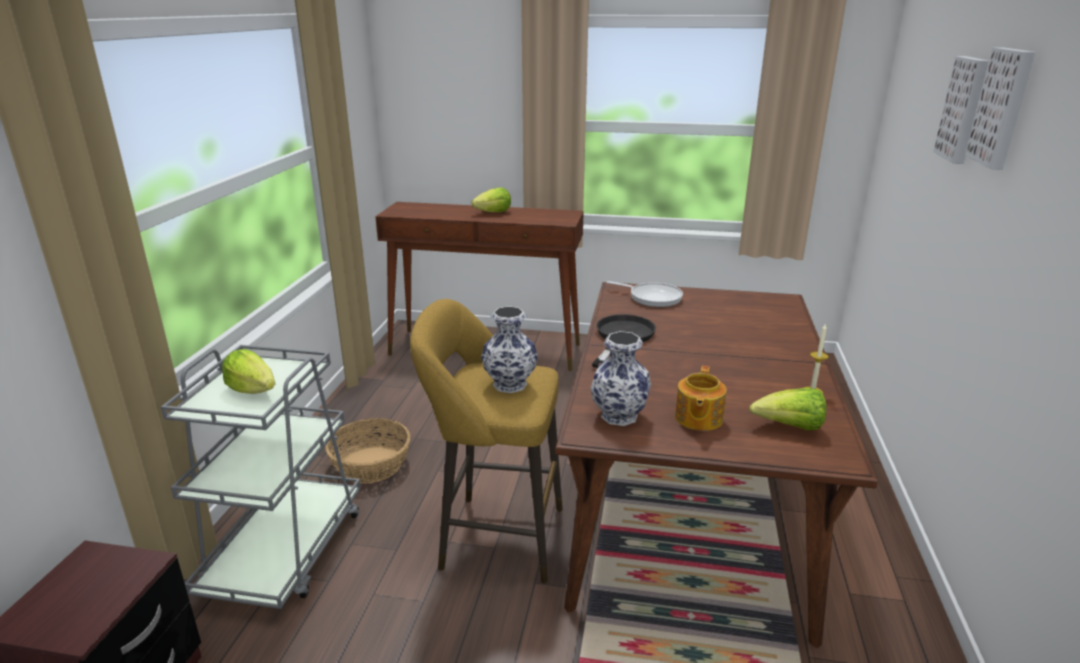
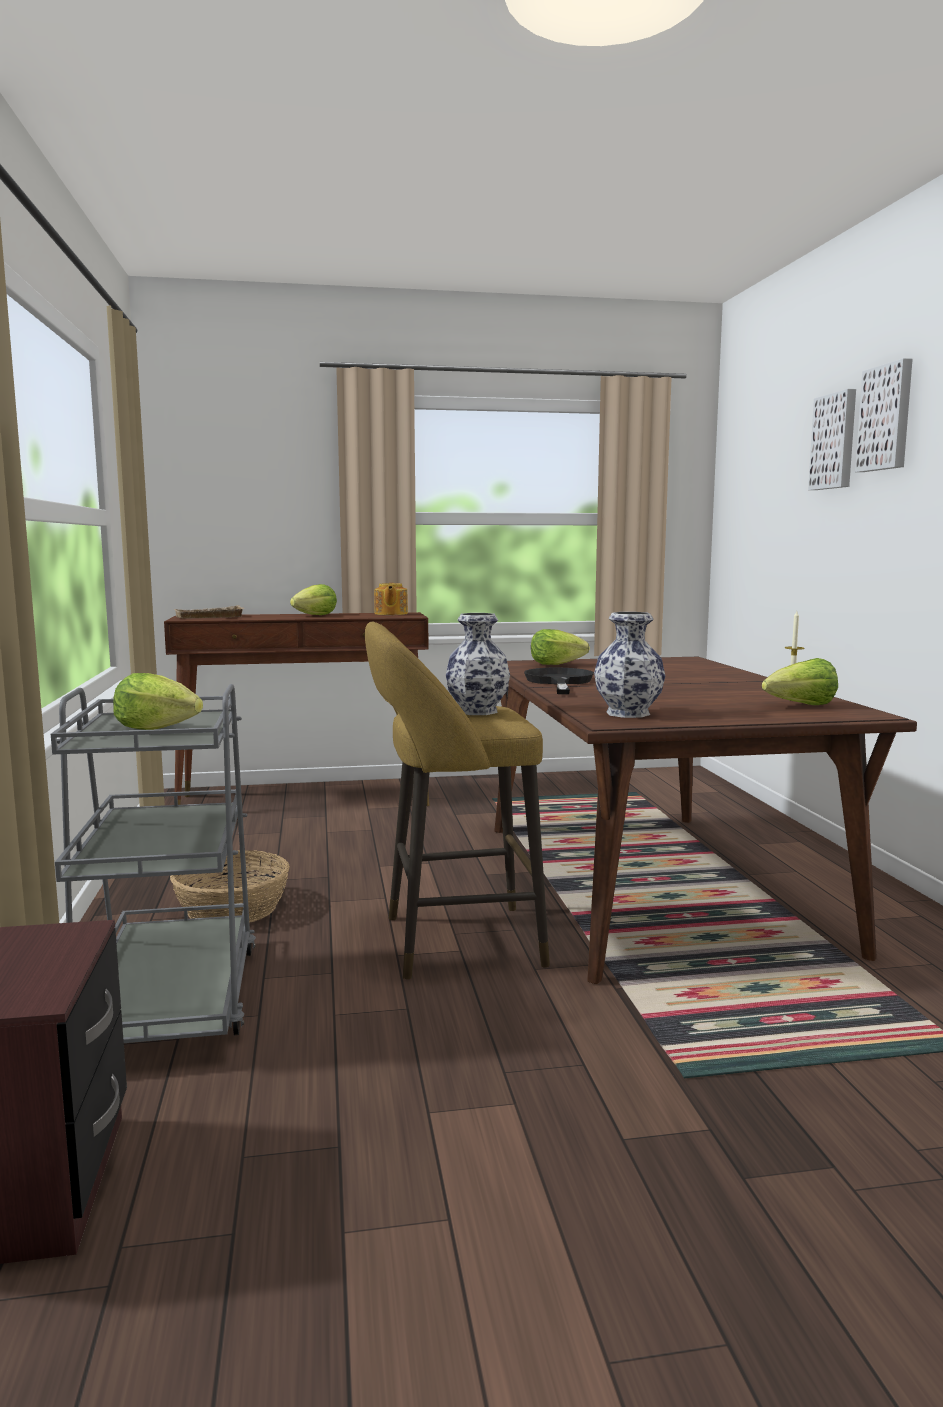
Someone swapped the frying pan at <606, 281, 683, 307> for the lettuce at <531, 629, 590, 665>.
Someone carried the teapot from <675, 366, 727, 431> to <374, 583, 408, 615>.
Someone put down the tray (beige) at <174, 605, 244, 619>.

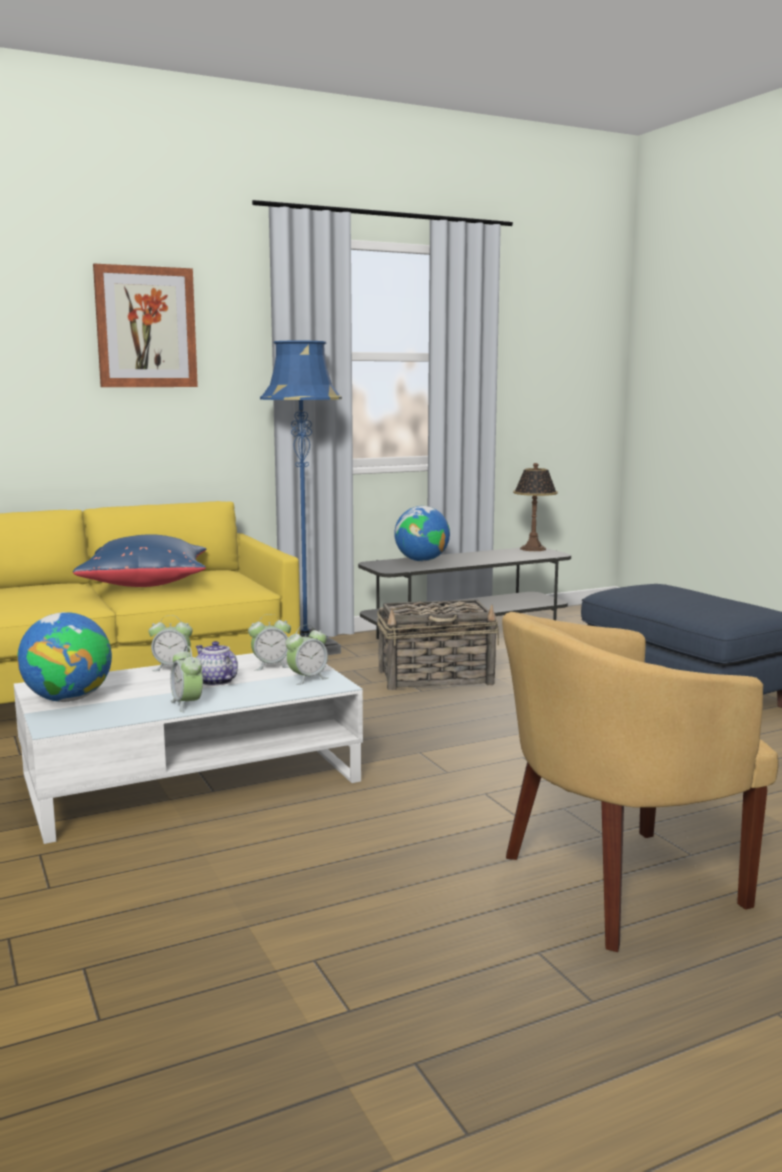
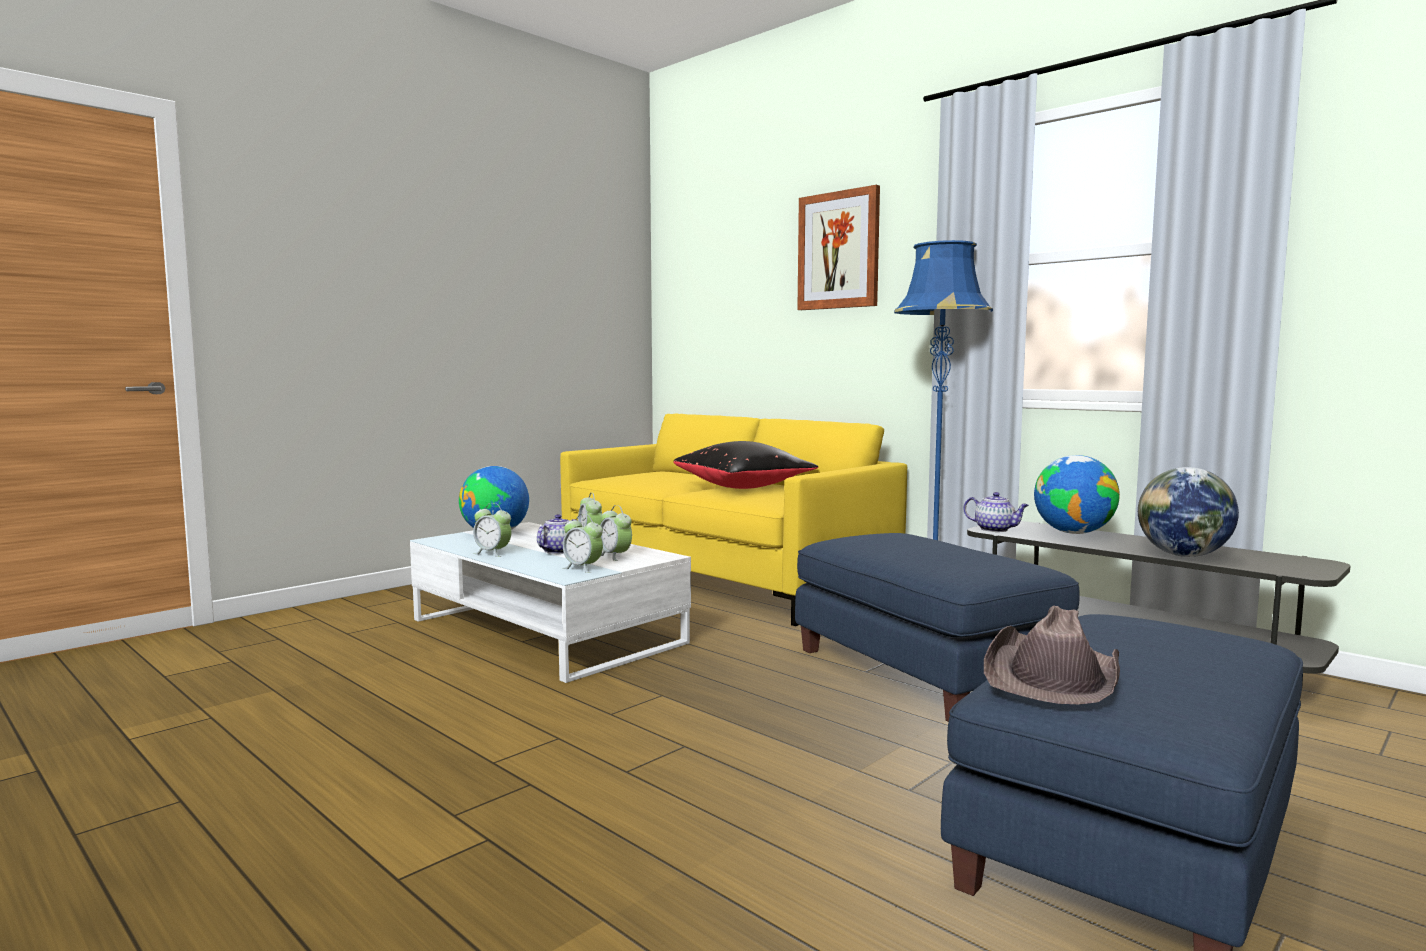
Someone repainted the pillow (blue) at <73, 534, 206, 587>, which became the pillow (black) at <673, 441, 818, 489>.
Someone rotated the alarm clock at <170, 646, 203, 713> by 105 degrees counterclockwise.
Someone swapped the basket at <377, 600, 499, 690> for the ottoman (blue) at <795, 533, 1080, 722>.
Someone took away the armchair (yellow) at <502, 612, 779, 952>.
Someone took away the table lamp at <513, 463, 558, 551>.
Someone put down the teapot at <964, 492, 1029, 532>.
Someone put down the hat (brown) at <984, 606, 1120, 704>.
Someone put down the globe at <1138, 467, 1239, 557>.

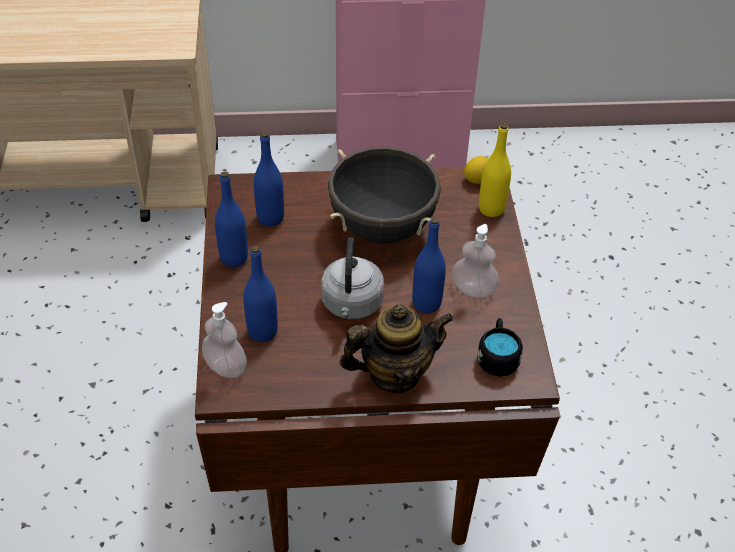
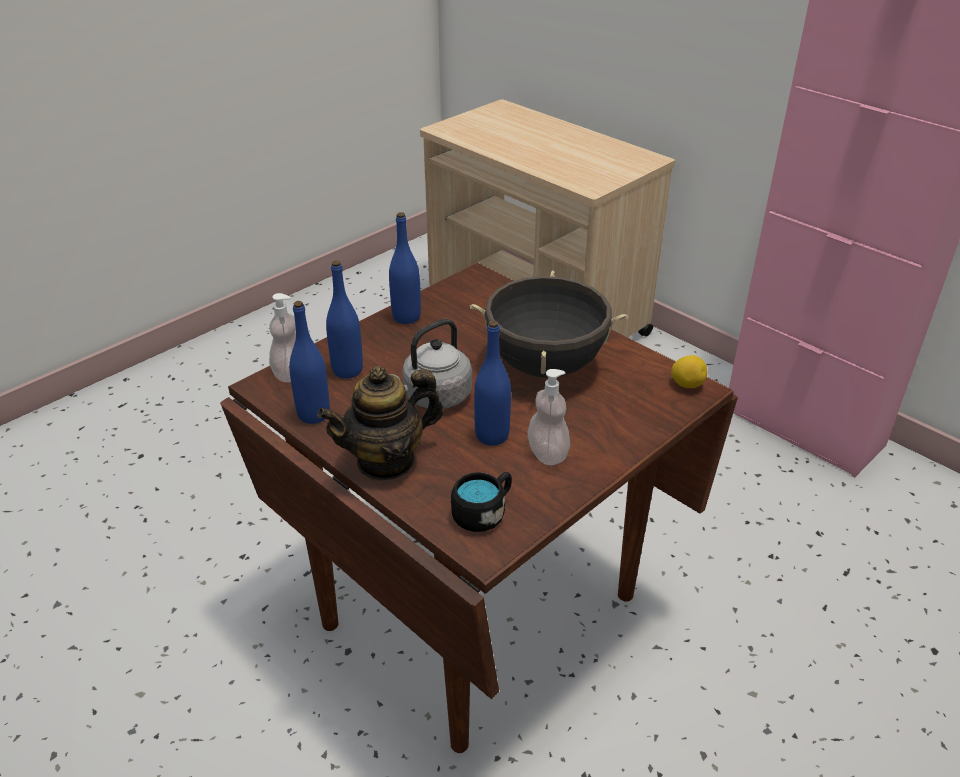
Someone carried the bottle (blue) from <254, 132, 284, 226> to <289, 301, 330, 424>.
Someone rotated the teapot at <340, 304, 454, 394> by 120 degrees clockwise.
Someone took away the bottle (yellow) at <479, 123, 511, 217>.

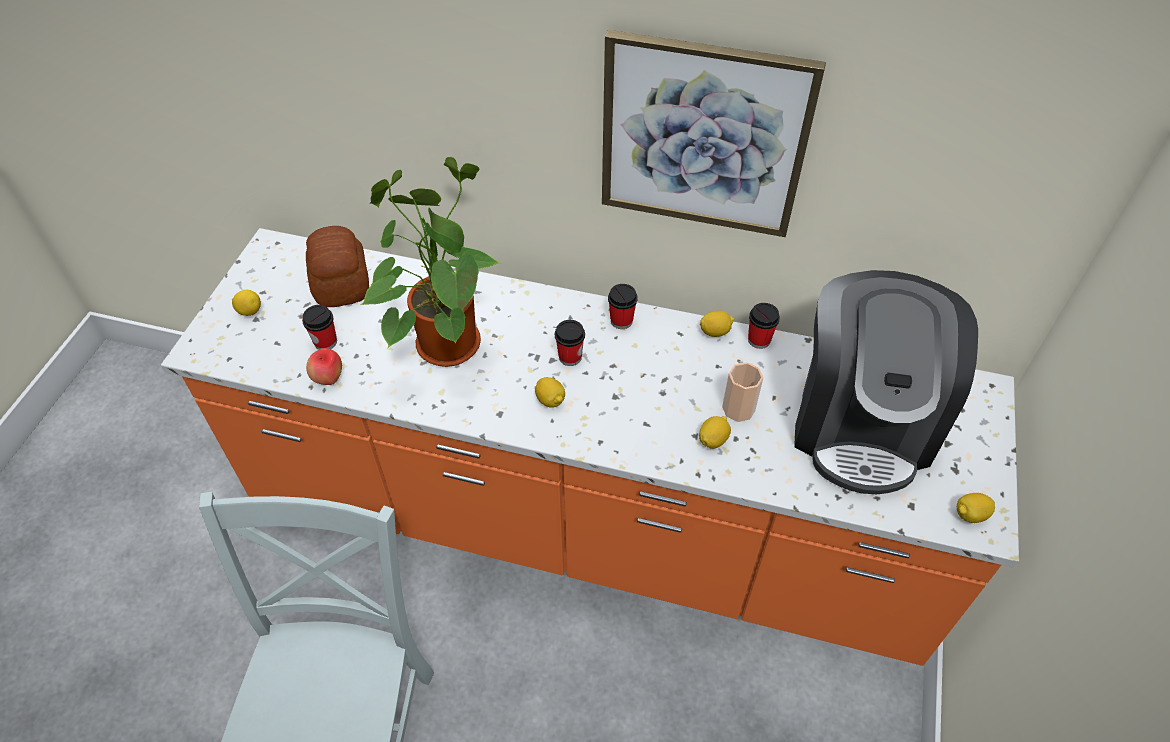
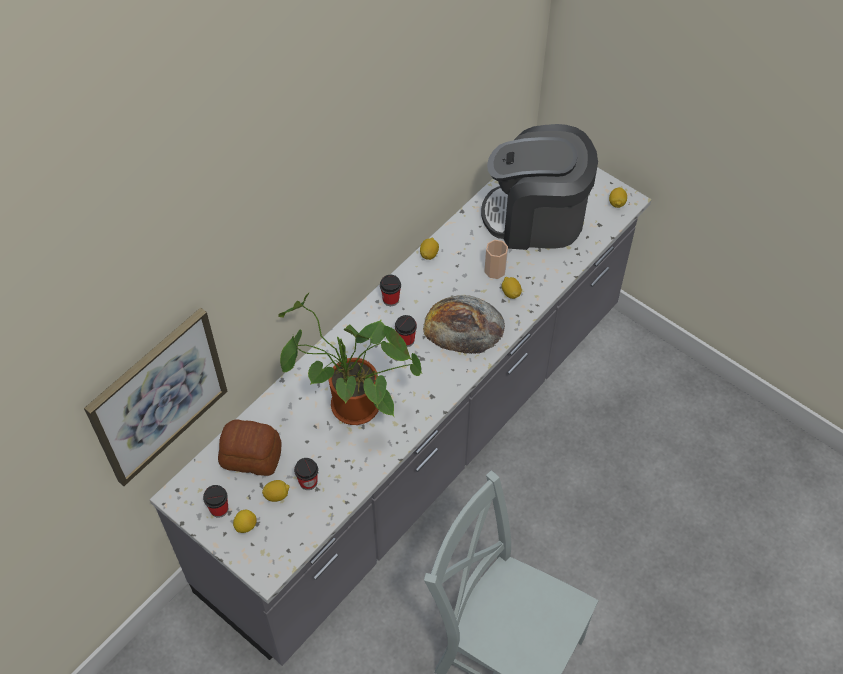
Someone repainted the counter (orange) at <161, 228, 1019, 666>, which became the counter (grey) at <150, 167, 651, 666>.
Someone took away the apple at <306, 348, 342, 385>.
Someone carried the lemon from <535, 377, 565, 408> to <262, 480, 290, 502>.
Someone carried the picture from <602, 30, 826, 237> to <84, 308, 227, 486>.
Someone carried the cup from <748, 303, 780, 349> to <203, 485, 228, 518>.
Someone rotated the coffee machine at <794, 270, 978, 494> by 150 degrees clockwise.
Someone put down the bread at <423, 295, 505, 354>.

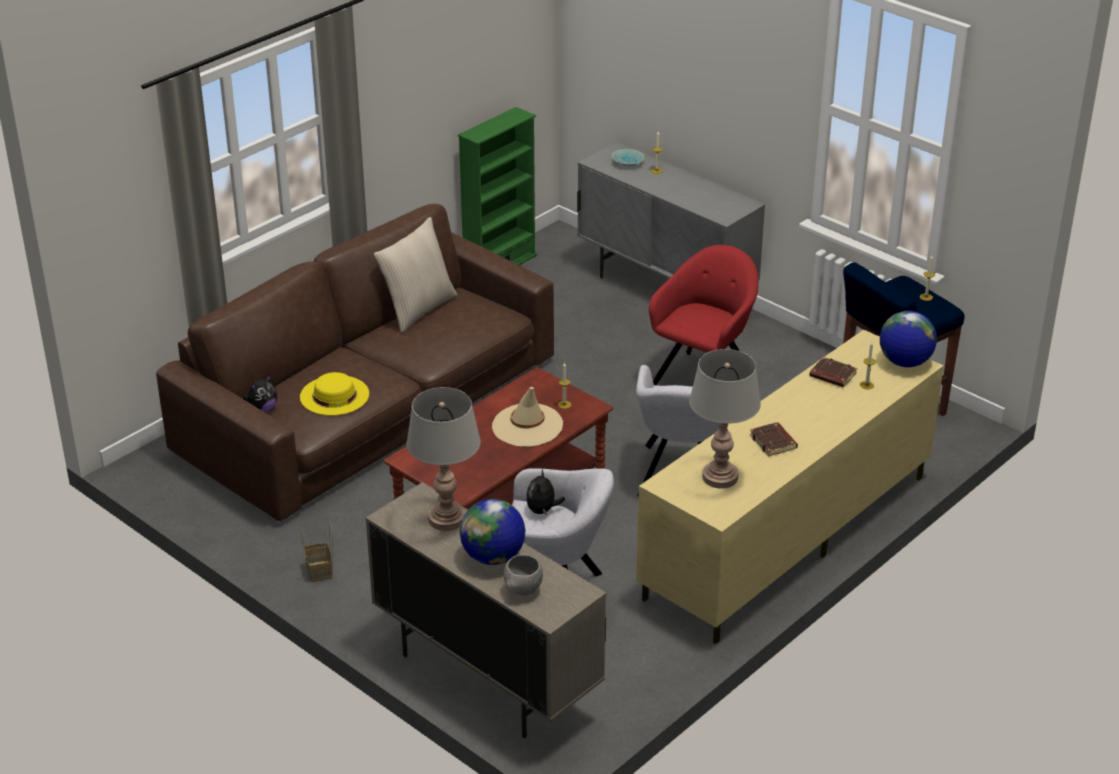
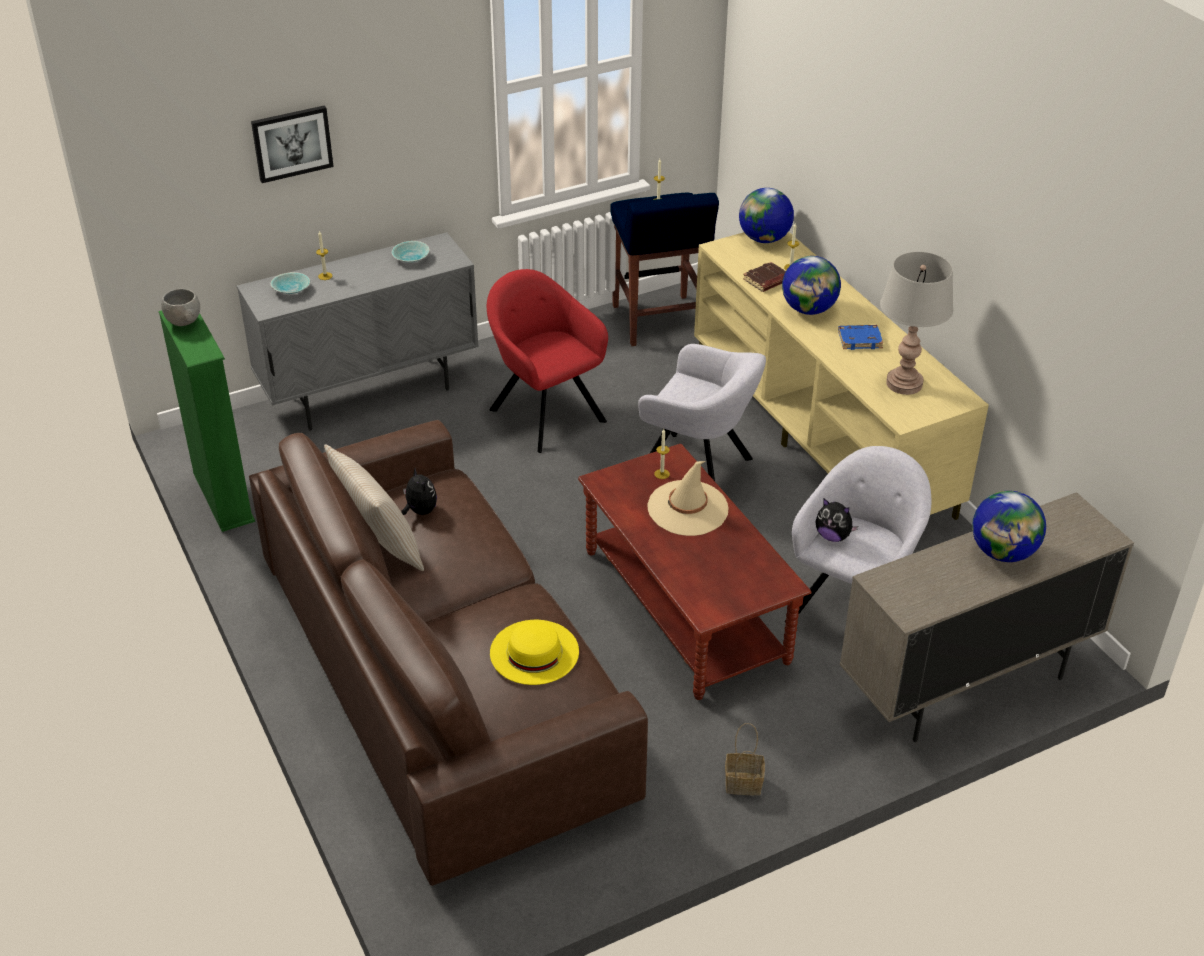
Someone carried the plush toy from <243, 374, 277, 413> to <401, 468, 437, 515>.
Someone took away the table lamp (grey) at <406, 387, 481, 531>.
Someone carried the bowl (grey) from <503, 554, 543, 595> to <161, 289, 200, 326>.
Someone repainted the book (brown) at <750, 422, 798, 456>, which became the book (blue) at <838, 325, 883, 350>.
Someone put up the picture at <251, 105, 334, 183>.
Someone put down the bowl (turquoise) at <392, 241, 429, 263>.
Someone put down the globe at <782, 256, 841, 315>.

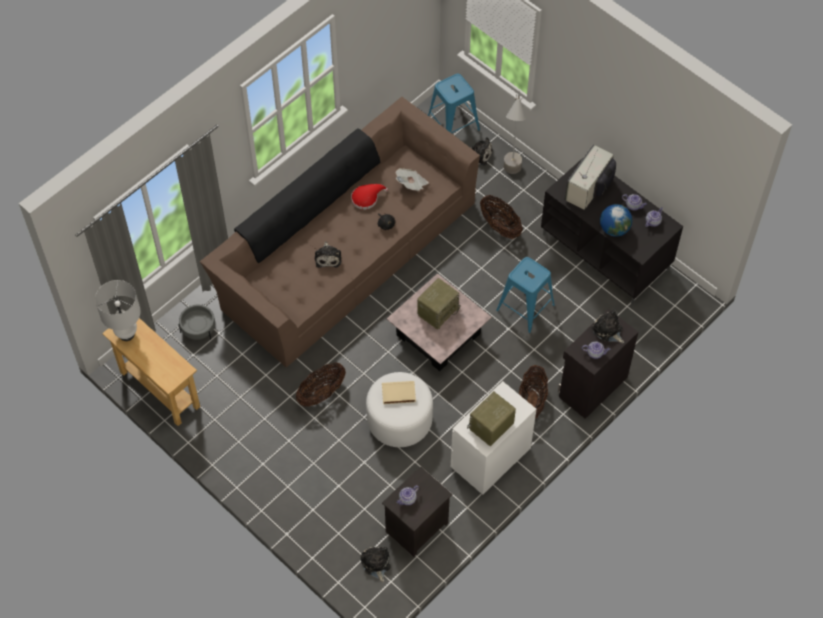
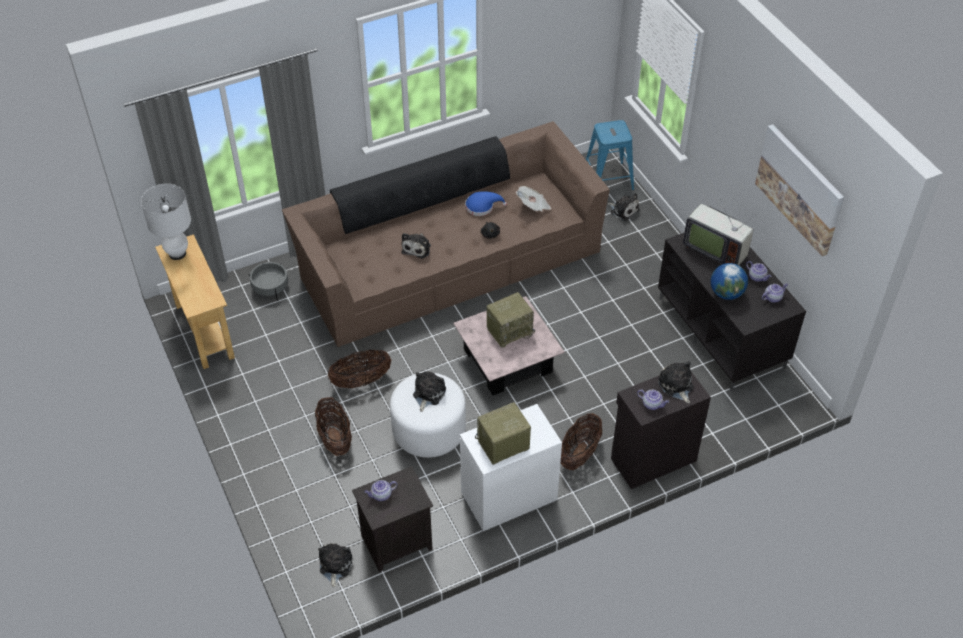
Someone repainted the hat (red) at <351, 184, 388, 210>, which became the hat (blue) at <465, 191, 507, 216>.
Someone swapped the book (beige) at <382, 381, 416, 404> for the plush toy at <413, 371, 446, 412>.
Someone carried the basket from <480, 195, 523, 239> to <315, 397, 352, 456>.
Someone took away the stool (blue) at <496, 257, 555, 333>.
Someone took away the floor lamp (grey) at <503, 90, 526, 174>.
Someone rotated the television at <565, 145, 616, 210> by 105 degrees counterclockwise.
Someone put up the picture at <755, 124, 844, 256>.

